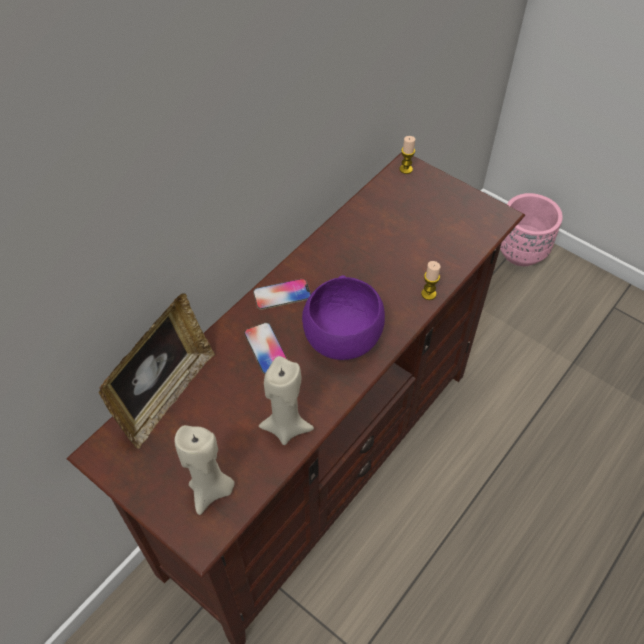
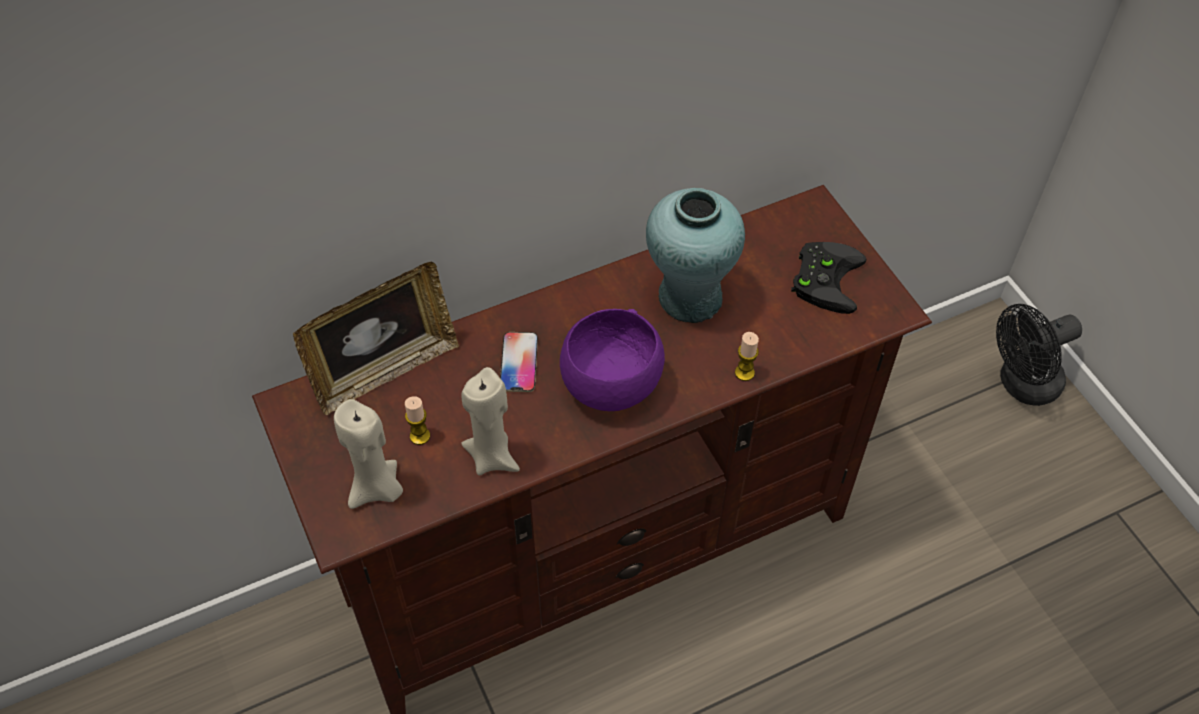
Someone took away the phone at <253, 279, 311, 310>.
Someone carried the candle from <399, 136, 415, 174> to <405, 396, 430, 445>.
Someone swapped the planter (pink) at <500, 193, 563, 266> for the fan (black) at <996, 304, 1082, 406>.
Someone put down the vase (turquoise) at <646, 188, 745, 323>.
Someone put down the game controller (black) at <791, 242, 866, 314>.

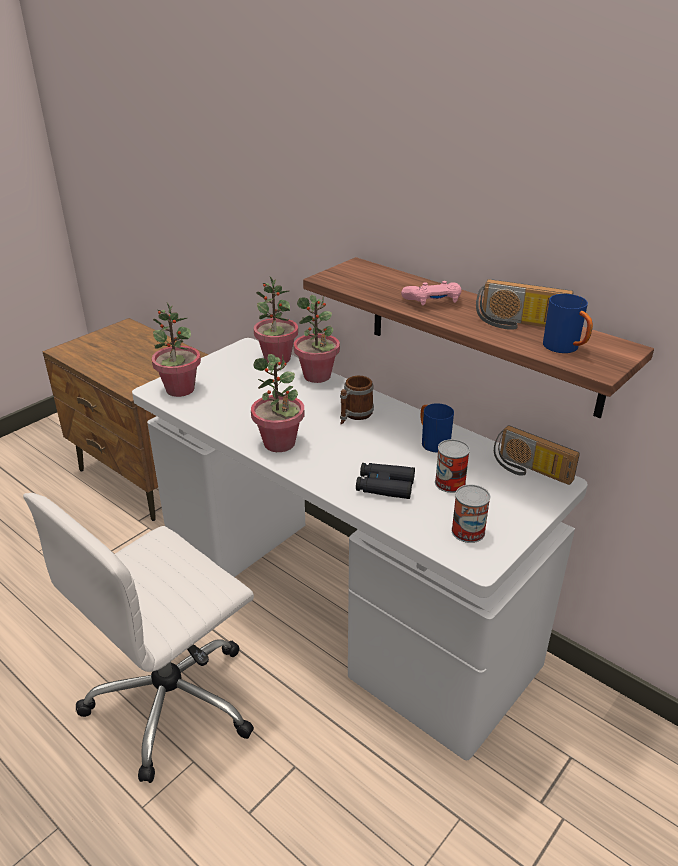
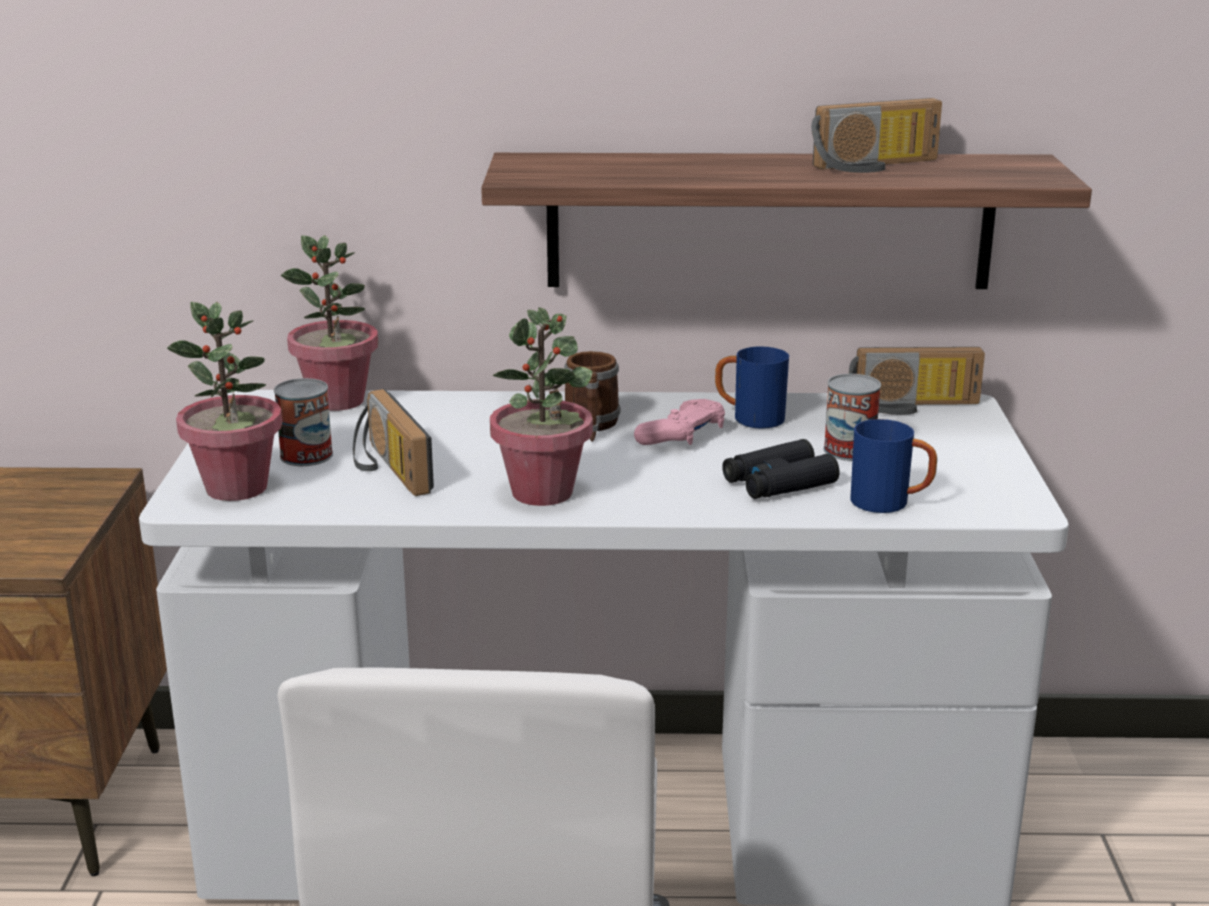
Someone took away the potted plant at <293, 295, 340, 383>.
Someone carried the game controller (pink) from <401, 281, 462, 306> to <634, 399, 725, 445>.
Someone carried the can from <451, 485, 490, 543> to <274, 378, 333, 466>.
Someone carried the mug (blue) from <543, 294, 593, 353> to <850, 419, 937, 513>.
Someone put down the radio at <353, 389, 434, 496>.

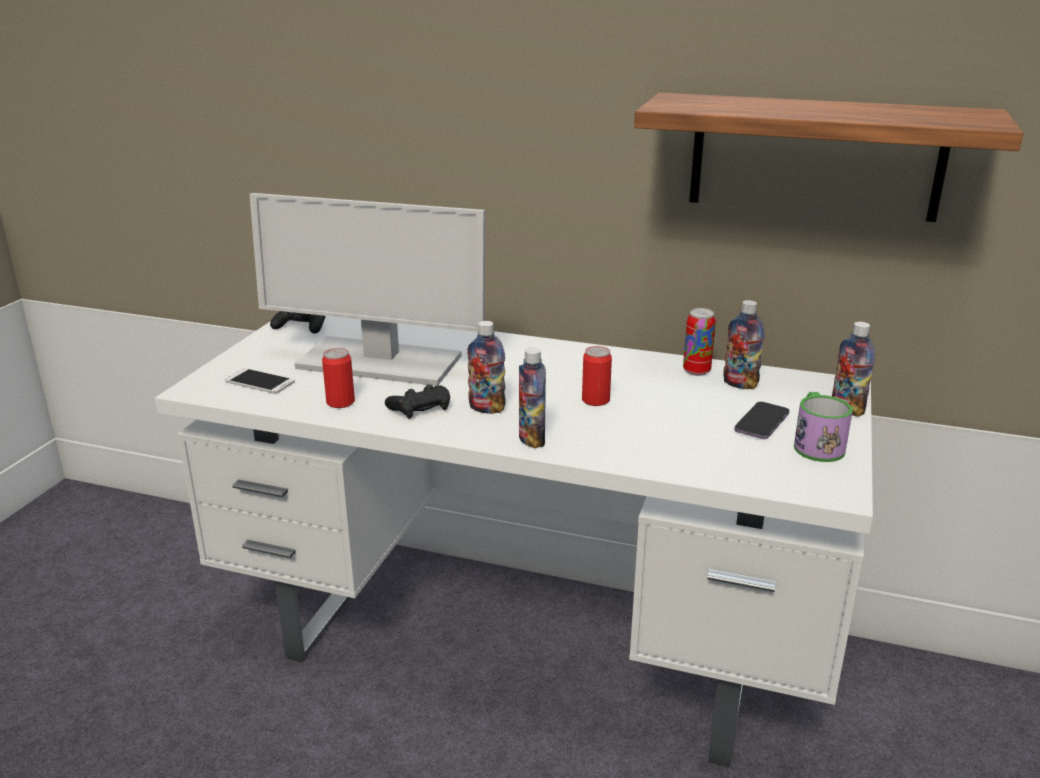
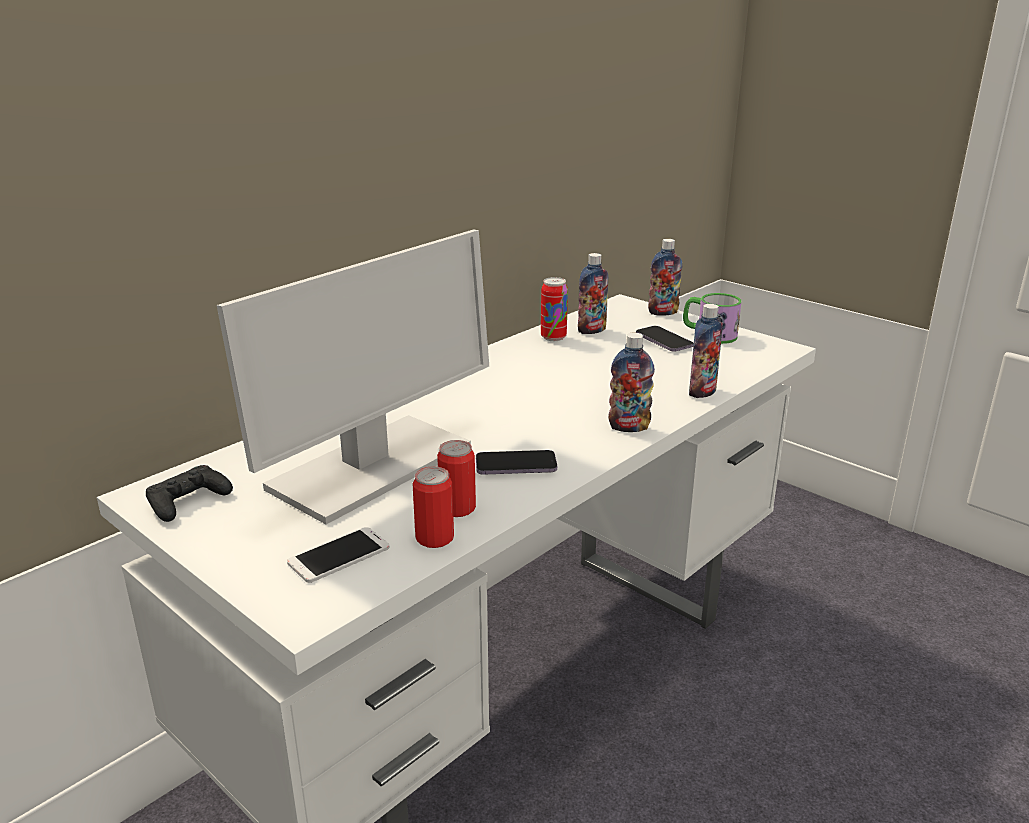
Someone swapped the game controller (black) at <385, 384, 450, 419> for the phone at <476, 450, 557, 475>.
Someone carried the bottle from <467, 321, 506, 414> to <689, 304, 723, 398>.
Someone carried the can from <582, 346, 612, 406> to <413, 466, 454, 548>.
Someone took away the shelf at <634, 93, 1023, 222>.

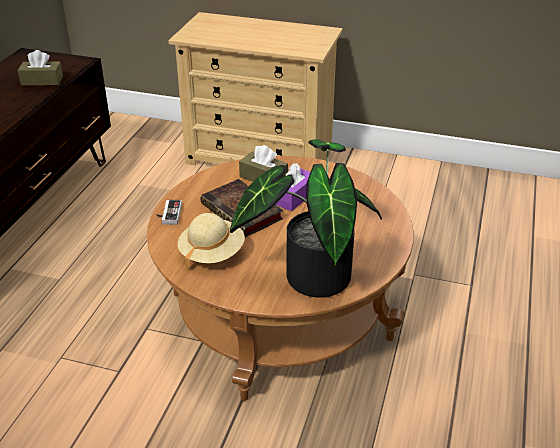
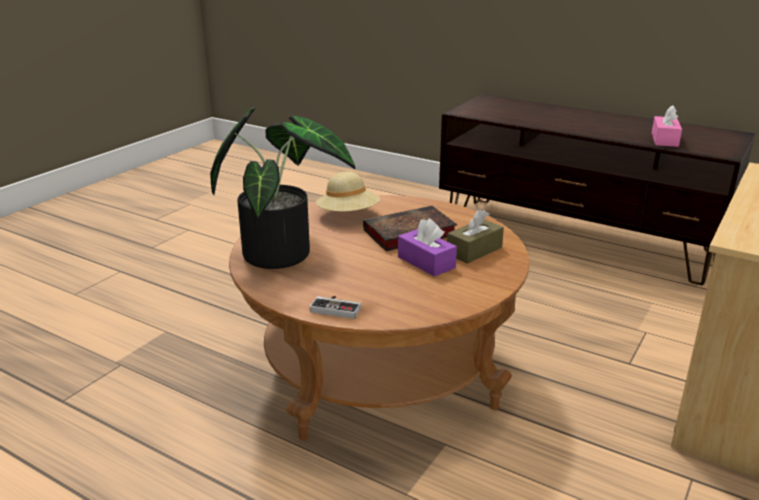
Someone repainted the tissue box (brown) at <18, 50, 63, 86>, which became the tissue box (pink) at <652, 106, 682, 147>.
Someone carried the game controller from <156, 200, 182, 225> to <310, 296, 361, 319>.

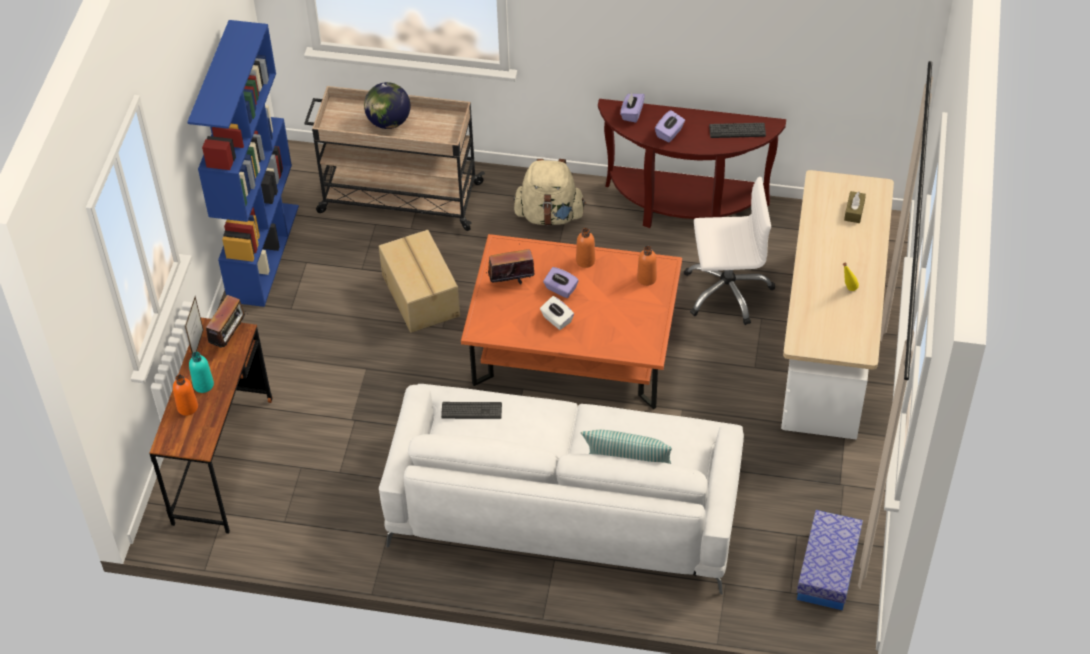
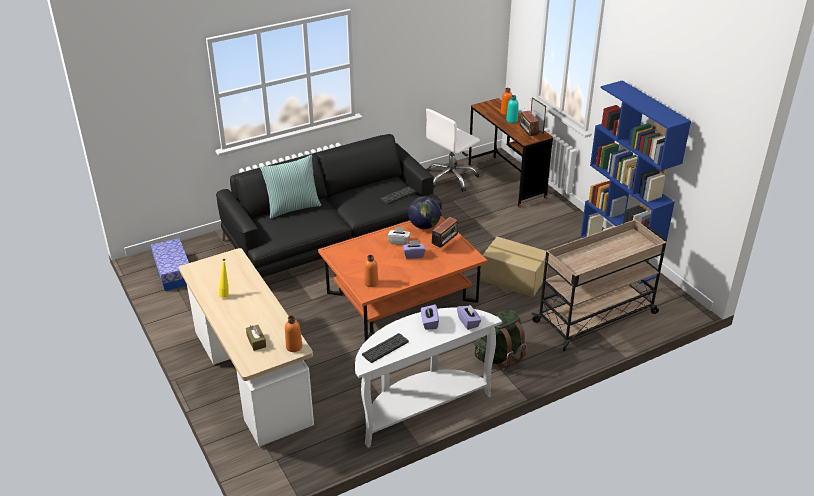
Someone carried the globe from <364, 82, 410, 129> to <408, 197, 441, 229>.
Someone repainted the sofa (white) at <379, 384, 744, 595>, which became the sofa (black) at <216, 134, 442, 277>.
Someone repainted the backpack (beige) at <513, 159, 586, 226>, which became the backpack (green) at <474, 310, 527, 369>.
Someone carried the bottle (orange) from <576, 228, 595, 268> to <285, 316, 302, 352>.
Someone repainted the console table (brown) at <598, 99, 786, 228>, which became the console table (white) at <355, 307, 502, 448>.
Someone carried the office chair (white) from <684, 177, 775, 325> to <426, 109, 480, 192>.

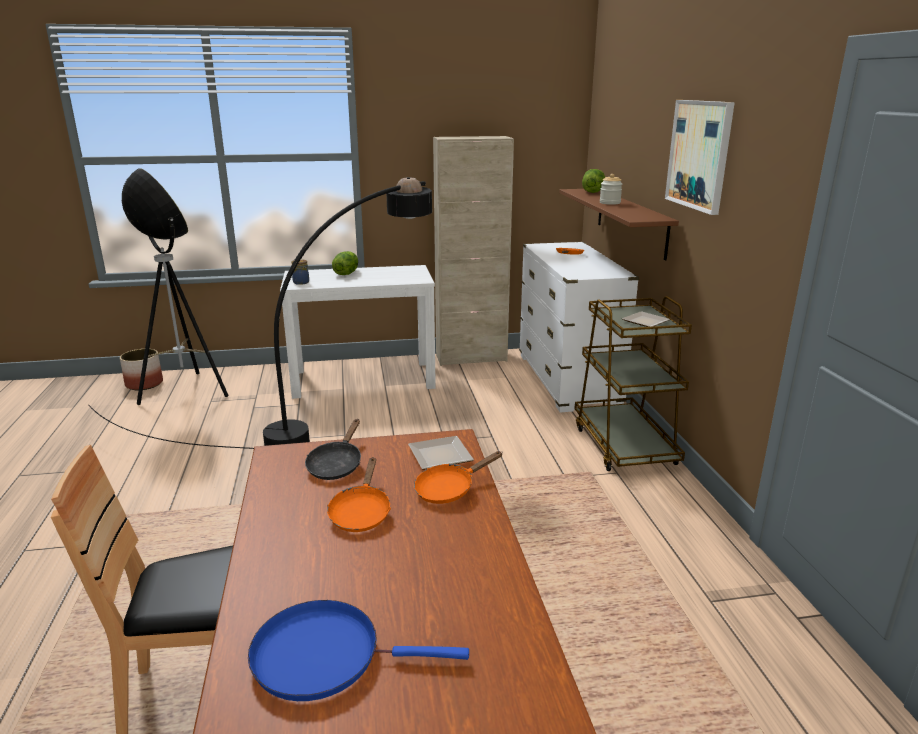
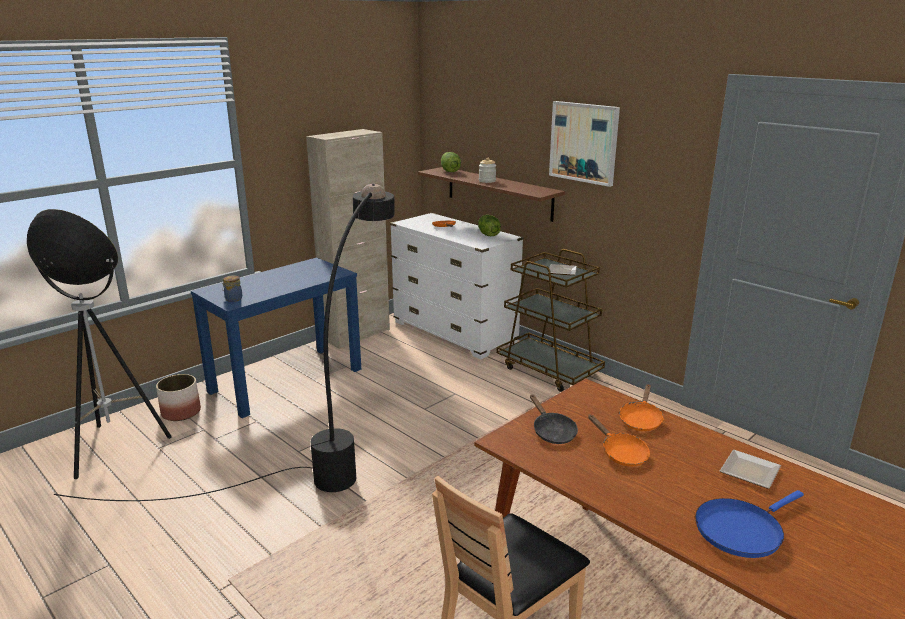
Someone carried the planter from <120, 349, 163, 390> to <156, 374, 201, 421>.
Someone repainted the console table (white) at <280, 265, 436, 399>, which became the console table (blue) at <191, 258, 361, 418>.
Someone carried the lettuce from <332, 251, 358, 275> to <478, 215, 501, 236>.
Someone carried the plate from <408, 436, 474, 470> to <720, 450, 781, 489>.

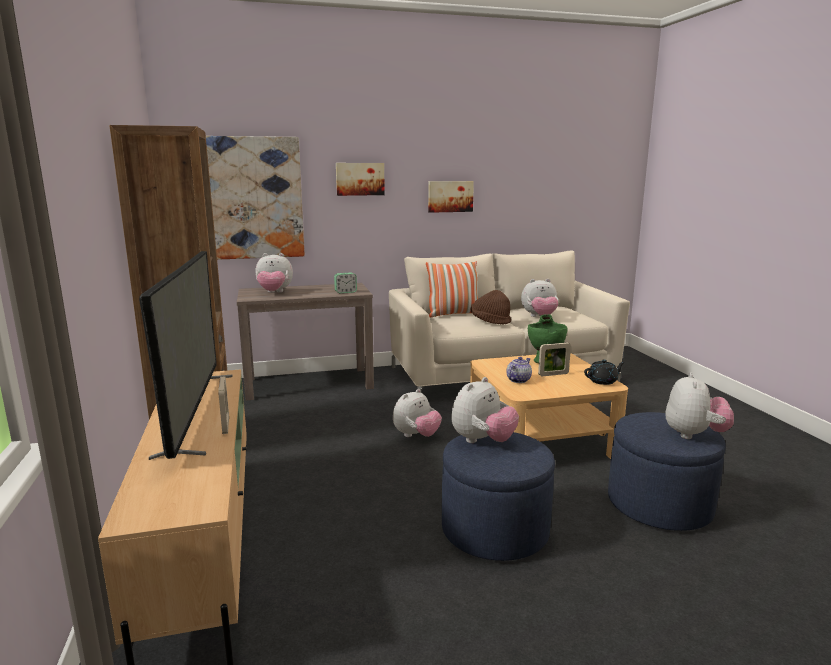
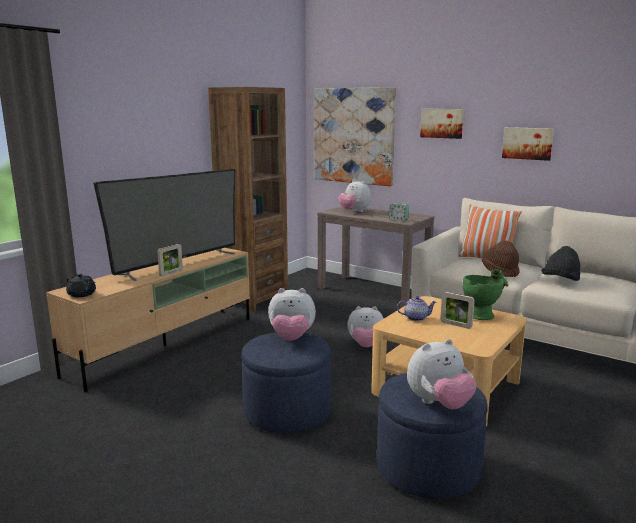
Someone swapped the plush toy at <521, 279, 559, 317> for the hat (black) at <542, 246, 580, 281>.
Someone carried the teapot (black) from <584, 360, 625, 385> to <66, 274, 96, 297>.

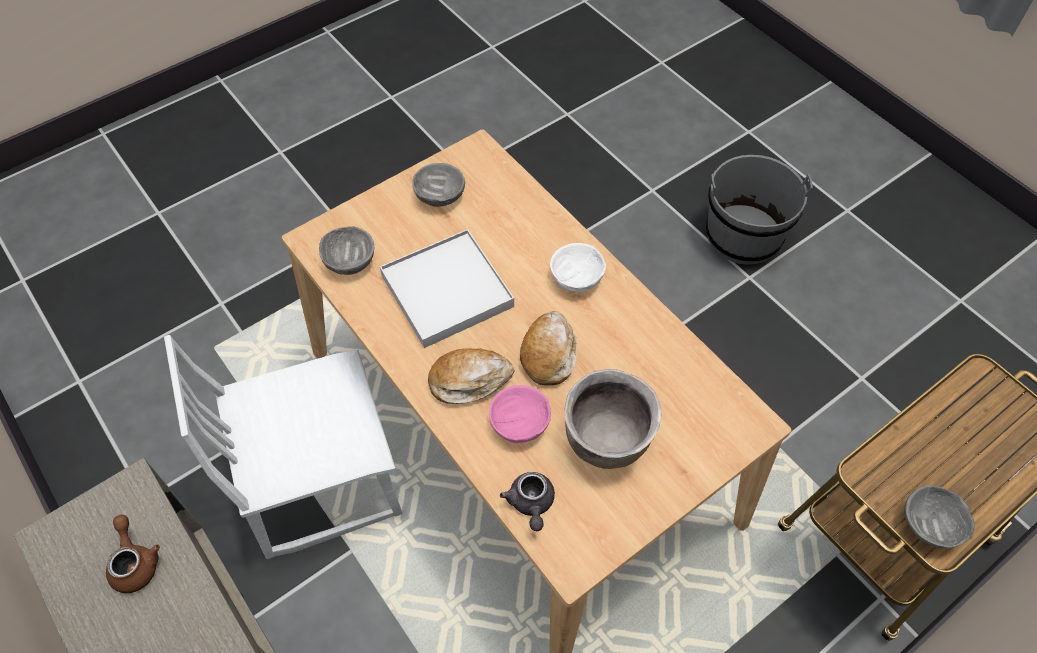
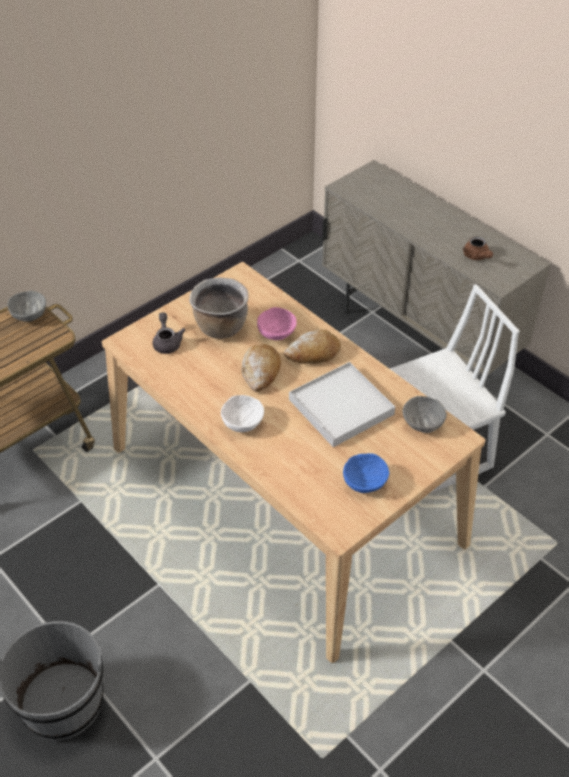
Someone repainted the bowl (grey) at <412, 163, 465, 207>, which became the bowl (blue) at <343, 453, 389, 493>.
Someone carried the teapot (grey) from <500, 472, 555, 531> to <153, 312, 185, 354>.

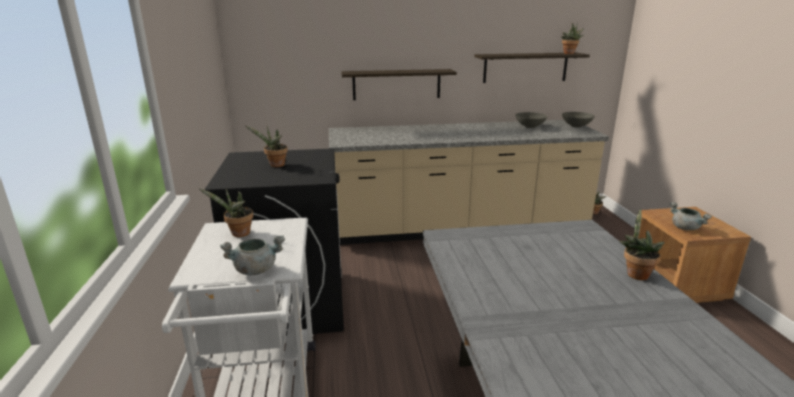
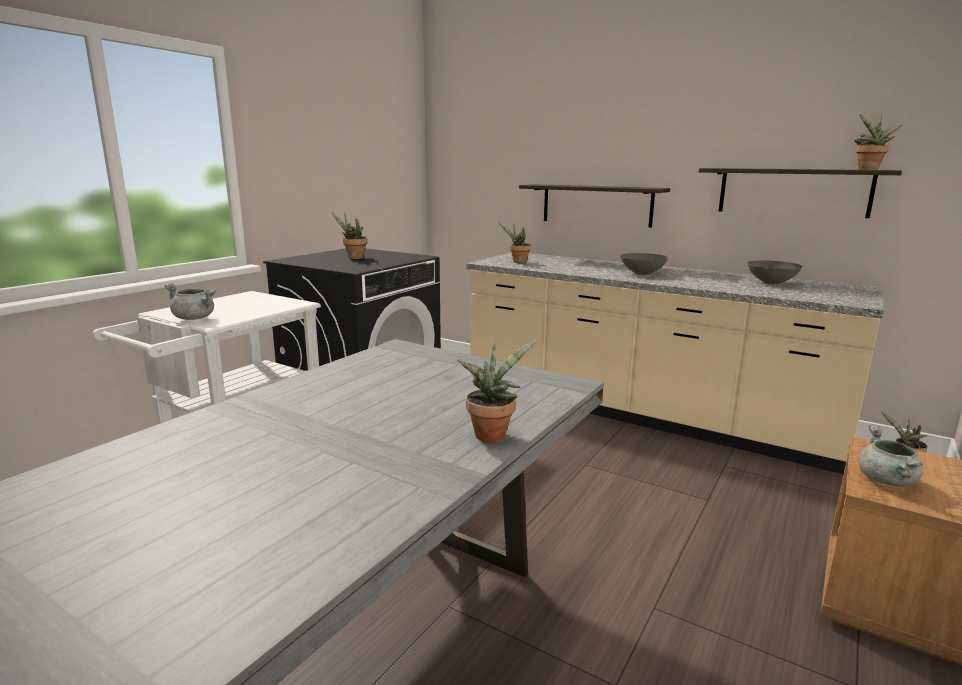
Someone carried the potted plant from <200, 189, 253, 237> to <498, 221, 531, 263>.
Someone carried the bowl (grey) from <562, 112, 595, 128> to <620, 253, 668, 275>.

